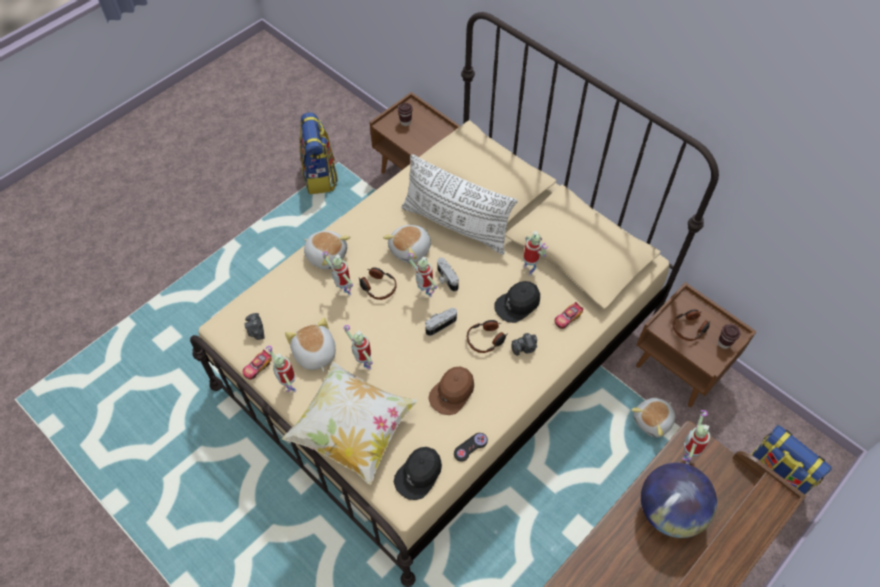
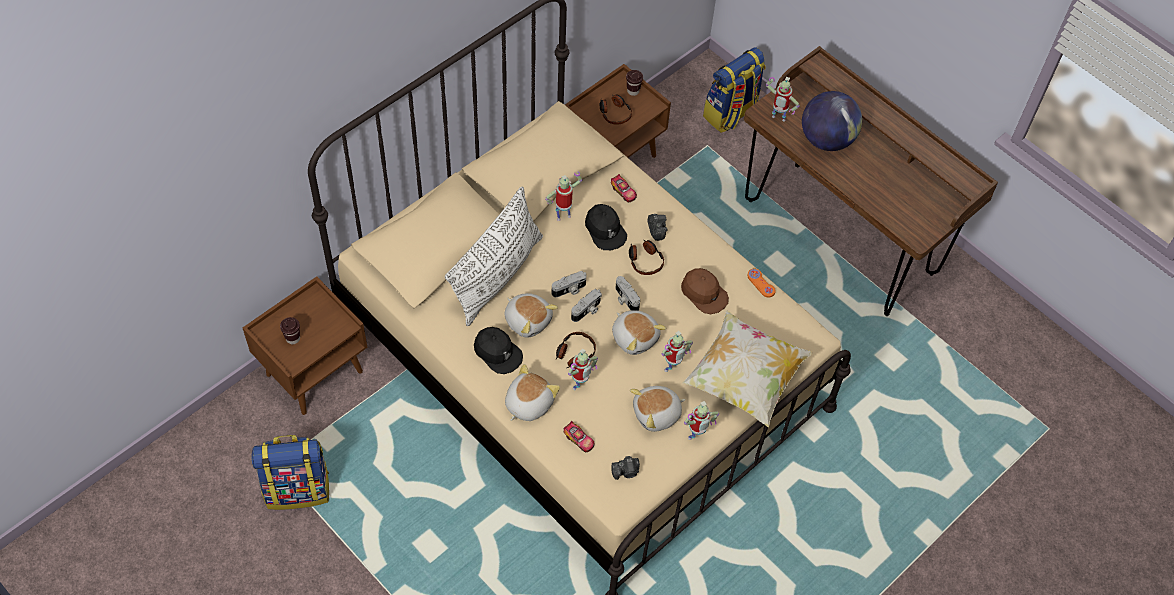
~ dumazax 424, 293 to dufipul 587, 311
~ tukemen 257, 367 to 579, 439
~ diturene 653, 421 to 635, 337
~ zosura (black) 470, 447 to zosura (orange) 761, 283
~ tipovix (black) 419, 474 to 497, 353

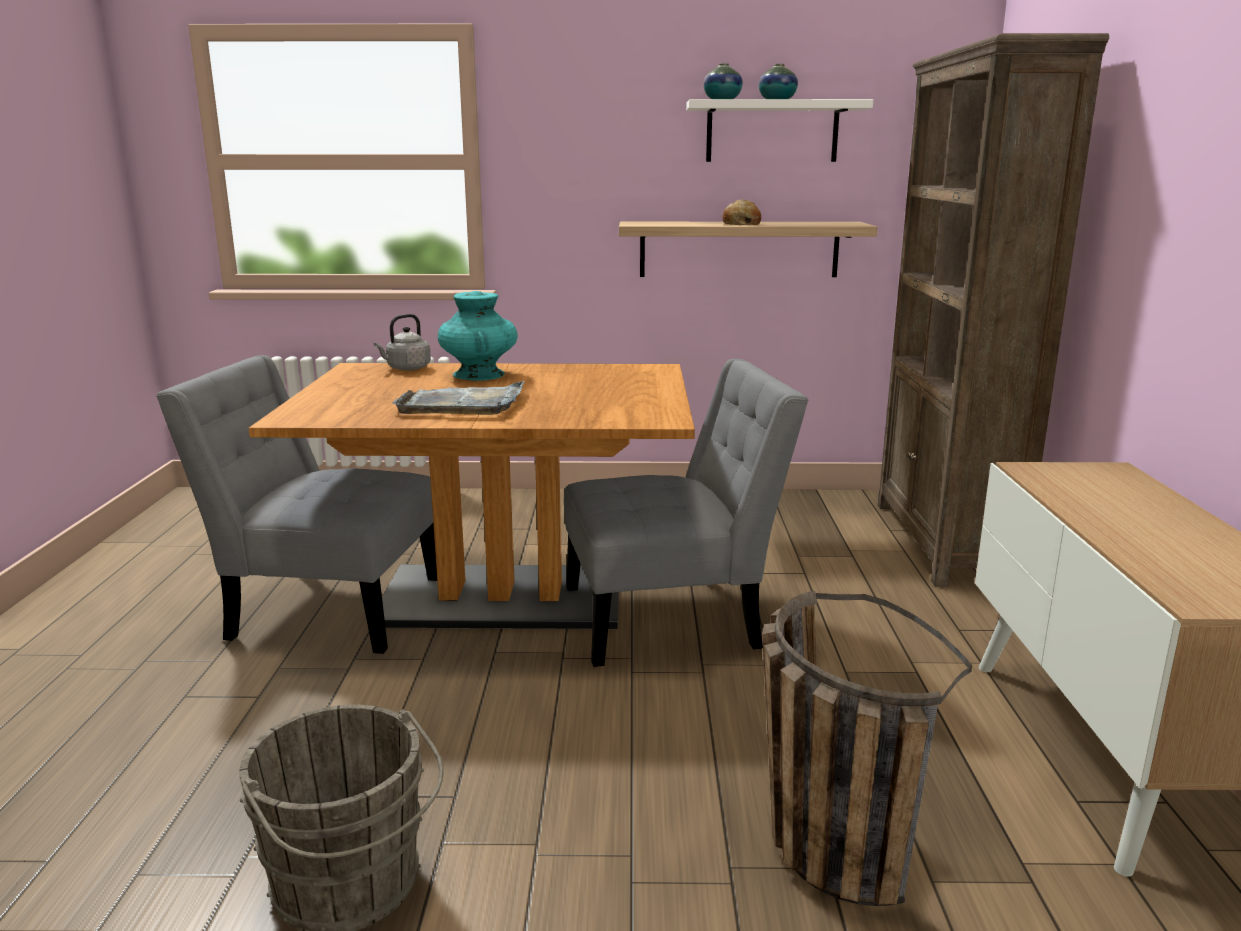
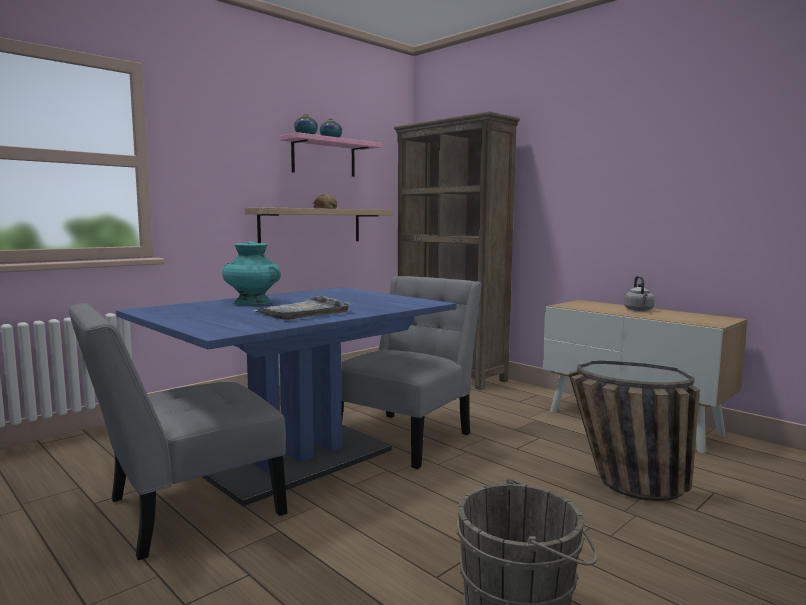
~ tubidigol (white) 772, 132 to tubidigol (pink) 323, 157
~ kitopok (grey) 406, 368 to 639, 310
~ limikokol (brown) 502, 598 to limikokol (blue) 297, 460

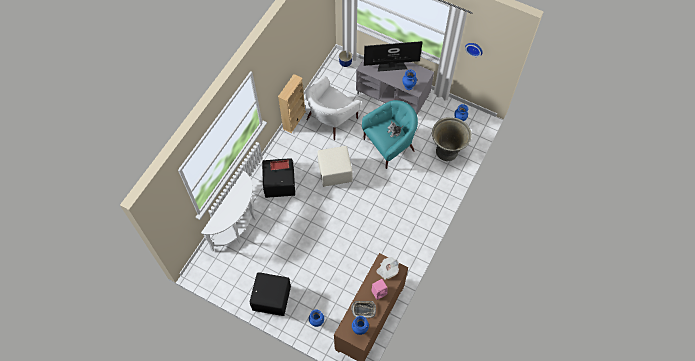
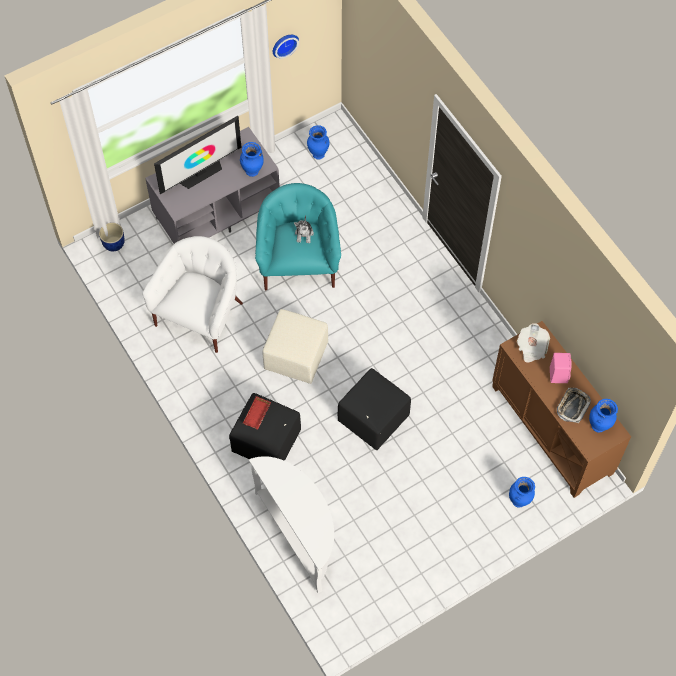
~ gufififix 391, 66 = 200, 173 150 degrees counterclockwise
- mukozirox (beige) 294, 120
~ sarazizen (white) 331, 118 = 200, 314 135 degrees counterclockwise
- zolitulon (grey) 447, 151
~ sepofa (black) 271, 298 to 373, 419

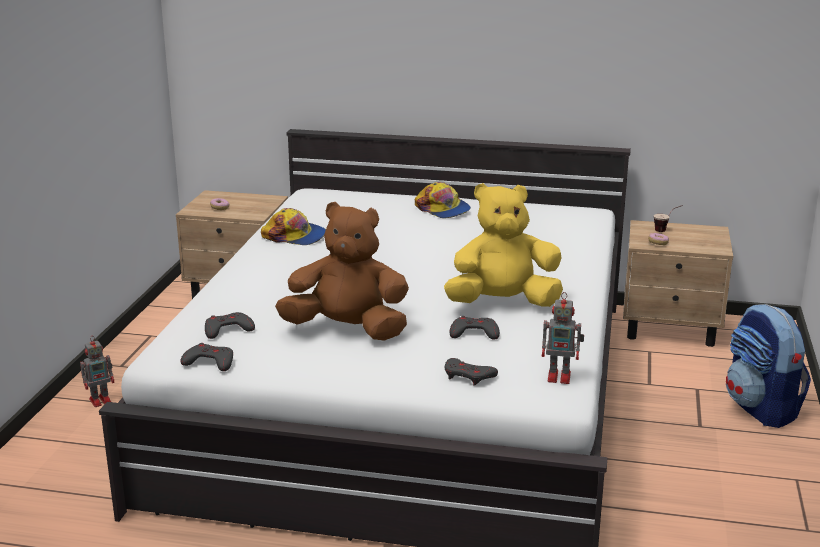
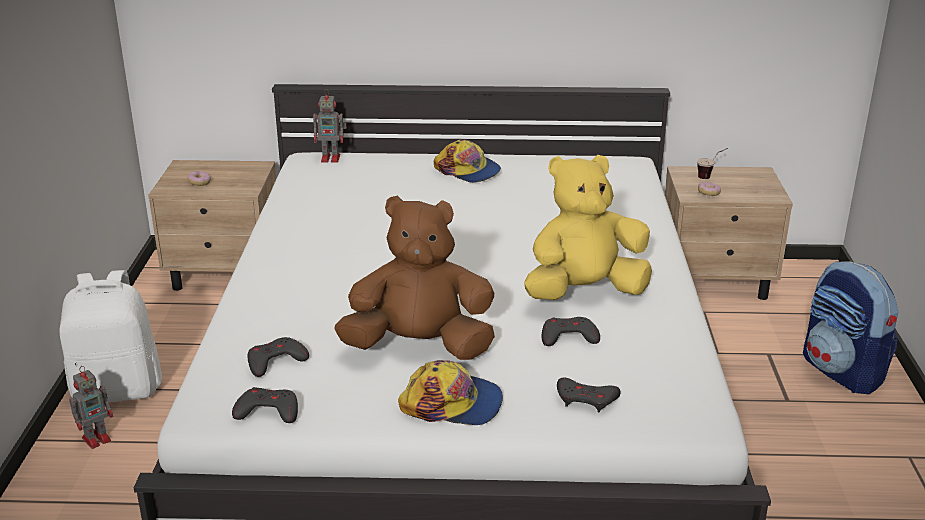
~ tipovix 295, 236 to 452, 403
~ dumazax 560, 377 to 332, 158
+ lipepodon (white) 118, 390

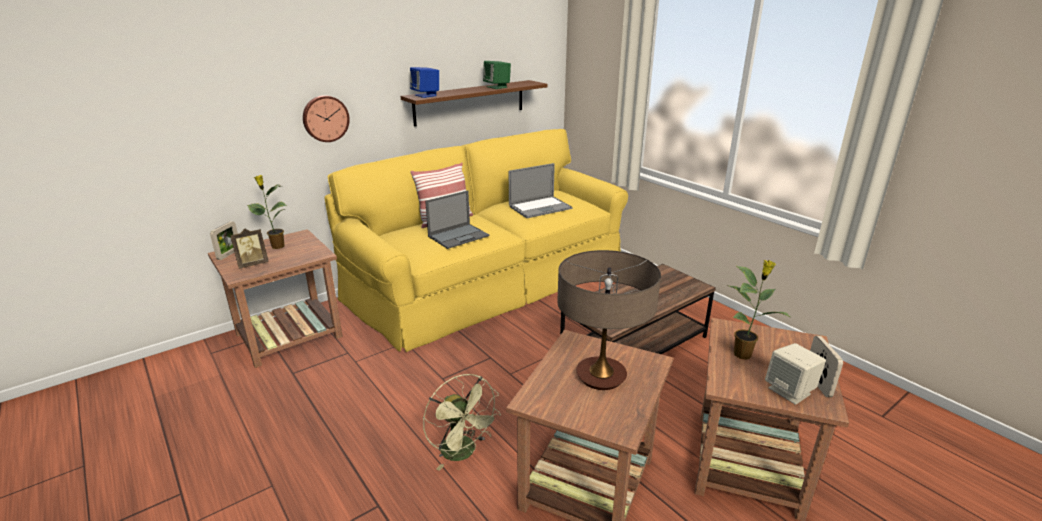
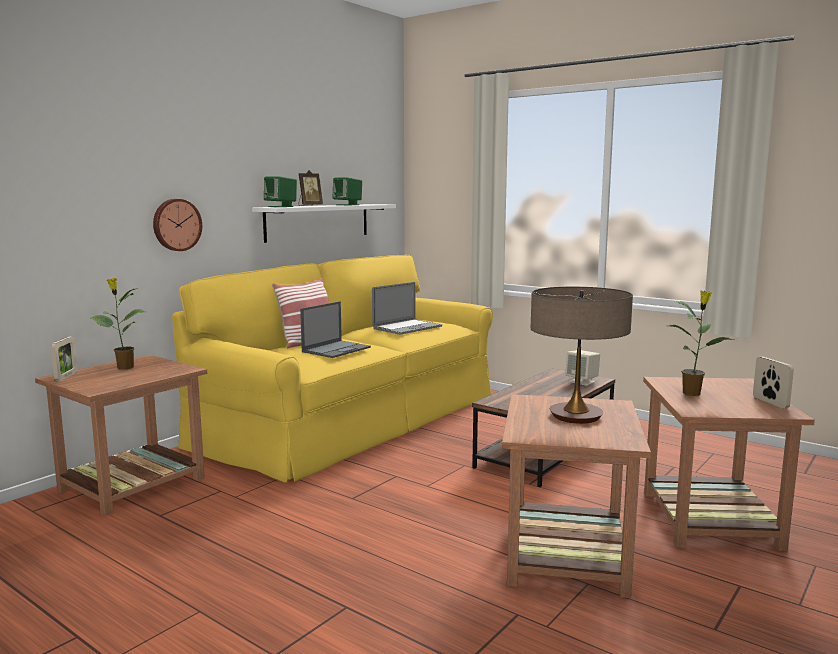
~ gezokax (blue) 426, 95 to gezokax (green) 281, 206
~ tubidigol (brown) 470, 102 to tubidigol (white) 318, 222
~ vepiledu 253, 264 to 309, 206
~ gezokax (beige) 790, 391 to 582, 382
- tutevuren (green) 463, 453

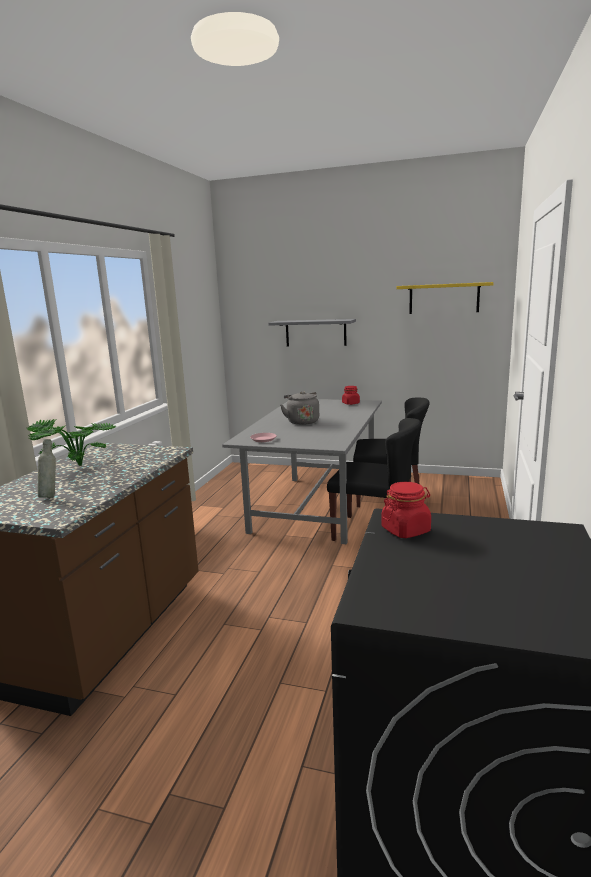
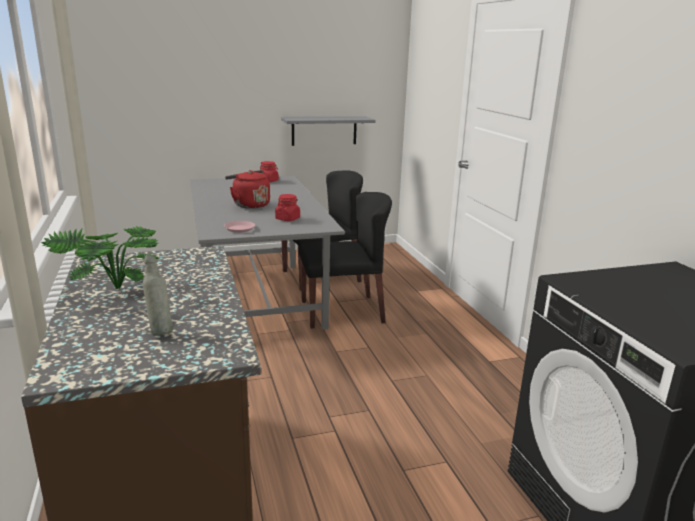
- tubidigol (yellow) 444, 298
~ tubidigol (grey) 315, 333 to 324, 130
~ kitopok (grey) 302, 421 to kitopok (red) 249, 205
~ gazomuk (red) 406, 530 to 287, 219

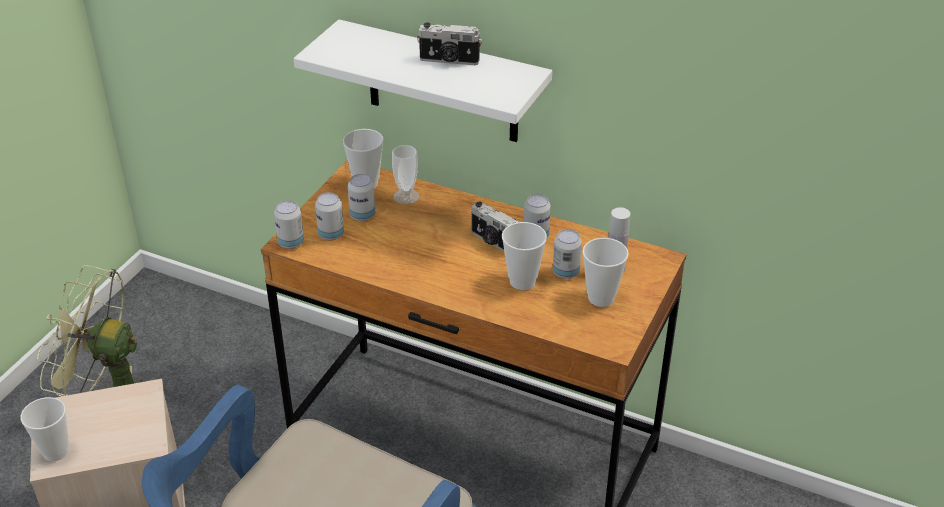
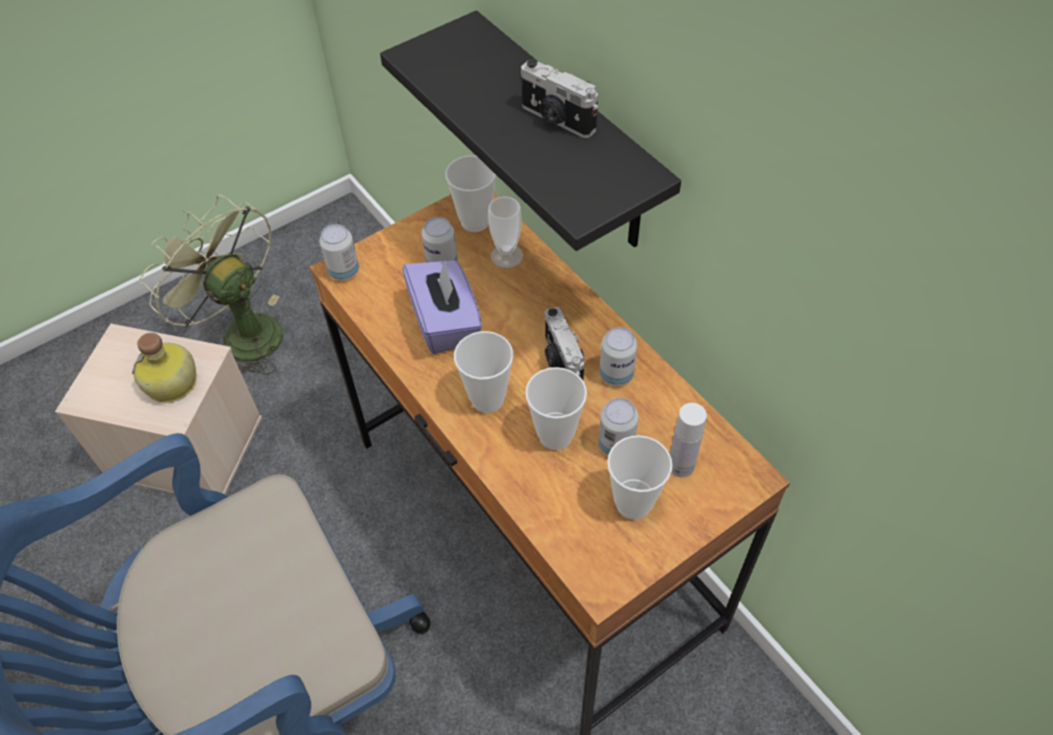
~ tubidigol (white) 442, 83 to tubidigol (black) 569, 137
- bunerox 331, 234
~ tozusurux 55, 452 to 487, 399
+ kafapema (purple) 445, 322
+ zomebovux 172, 384

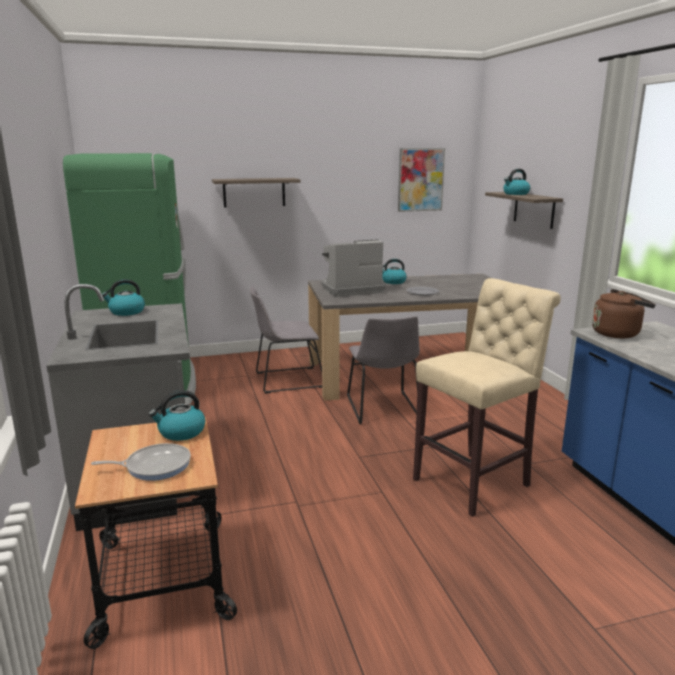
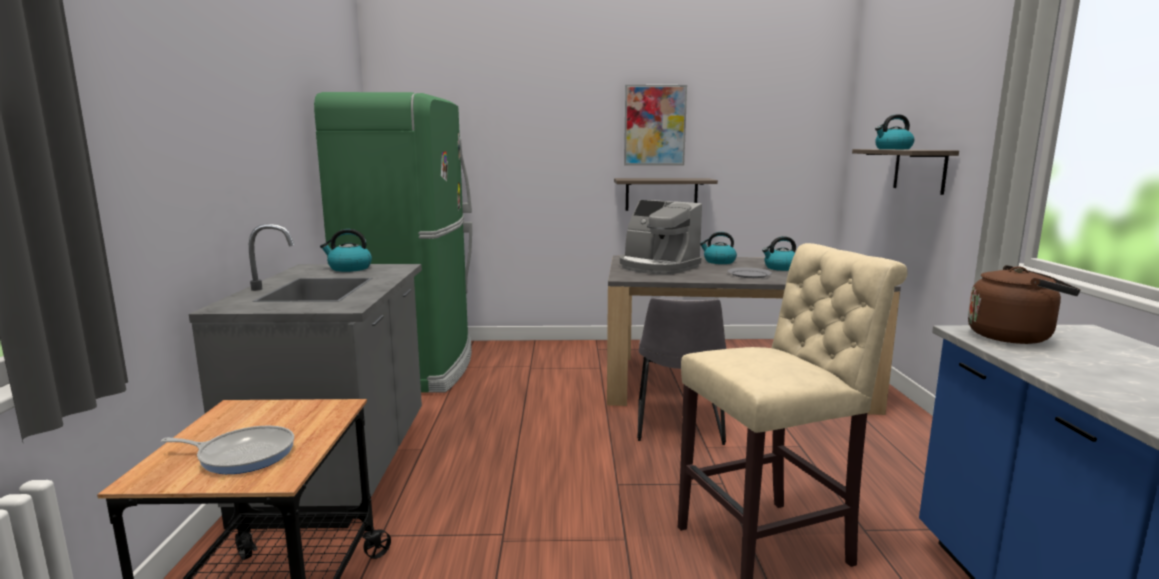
~ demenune 420, 180 to 654, 125
~ tubidigol 254, 192 to 661, 194
~ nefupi 351, 289 = 657, 267 135 degrees counterclockwise
- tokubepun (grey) 286, 380
~ kitopok 181, 432 to 780, 268

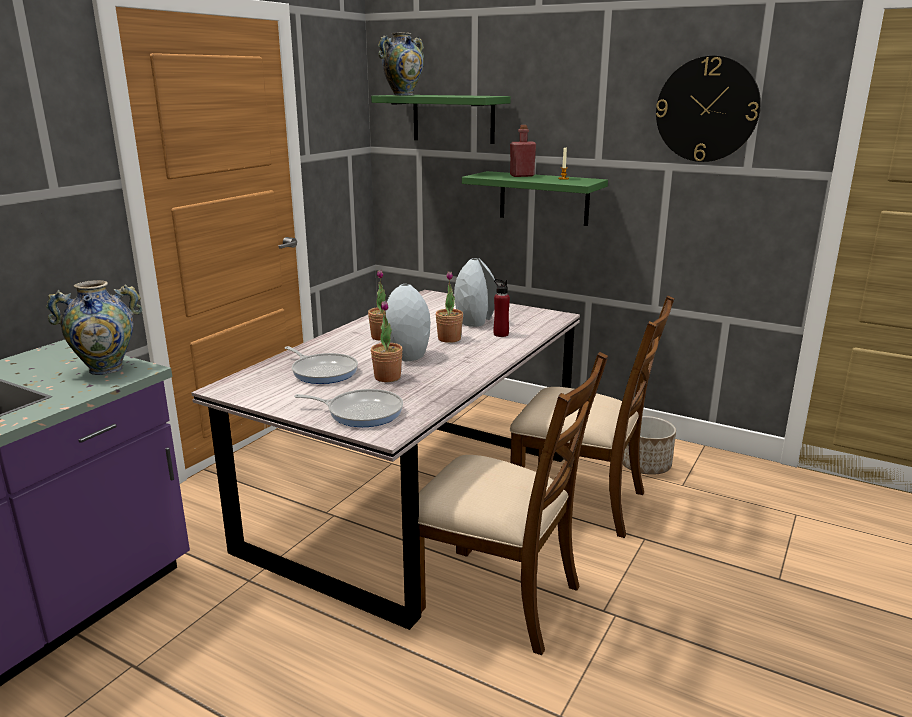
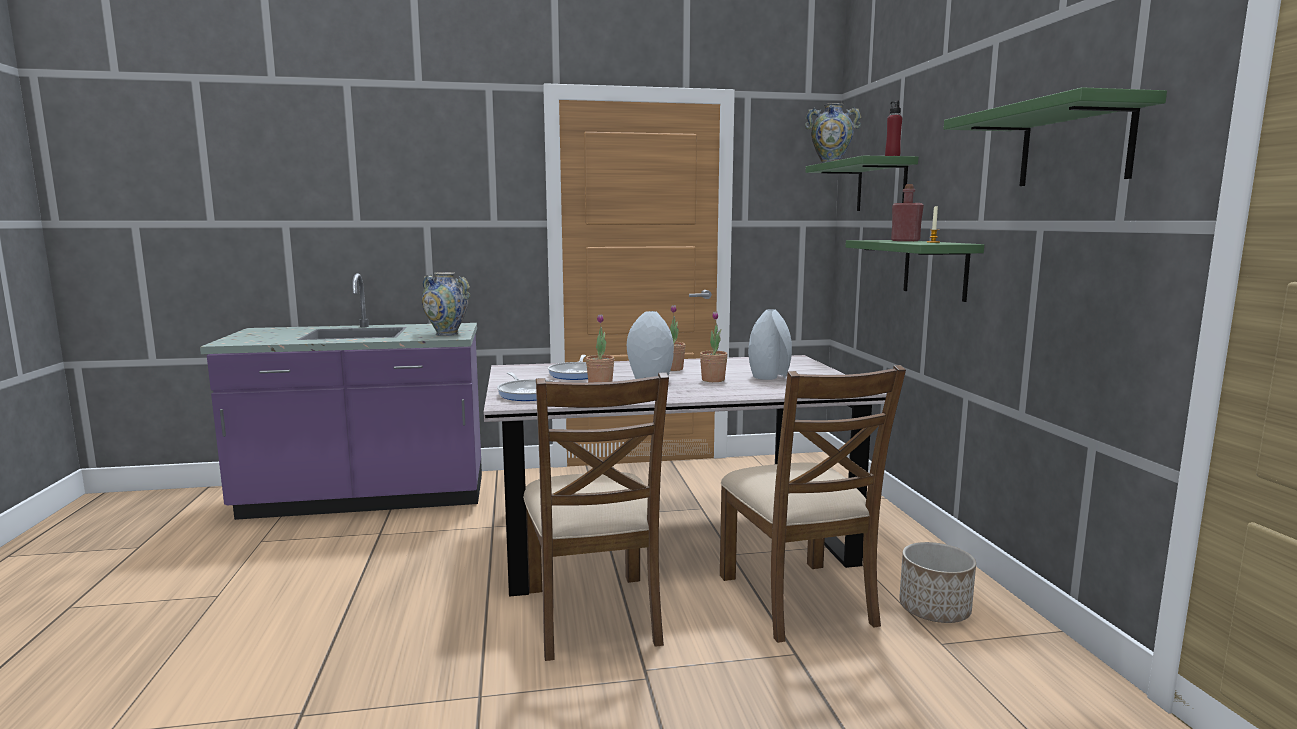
~ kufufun 707, 109 to tubidigol (green) 1075, 145
~ zomebovux (red) 501, 334 to 892, 156

